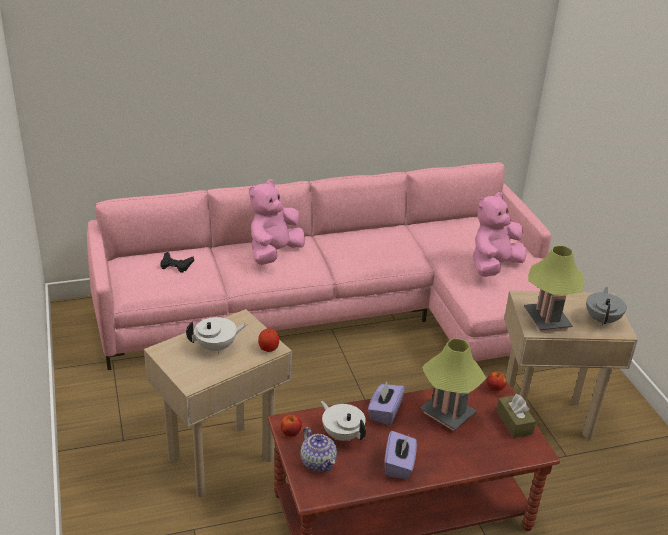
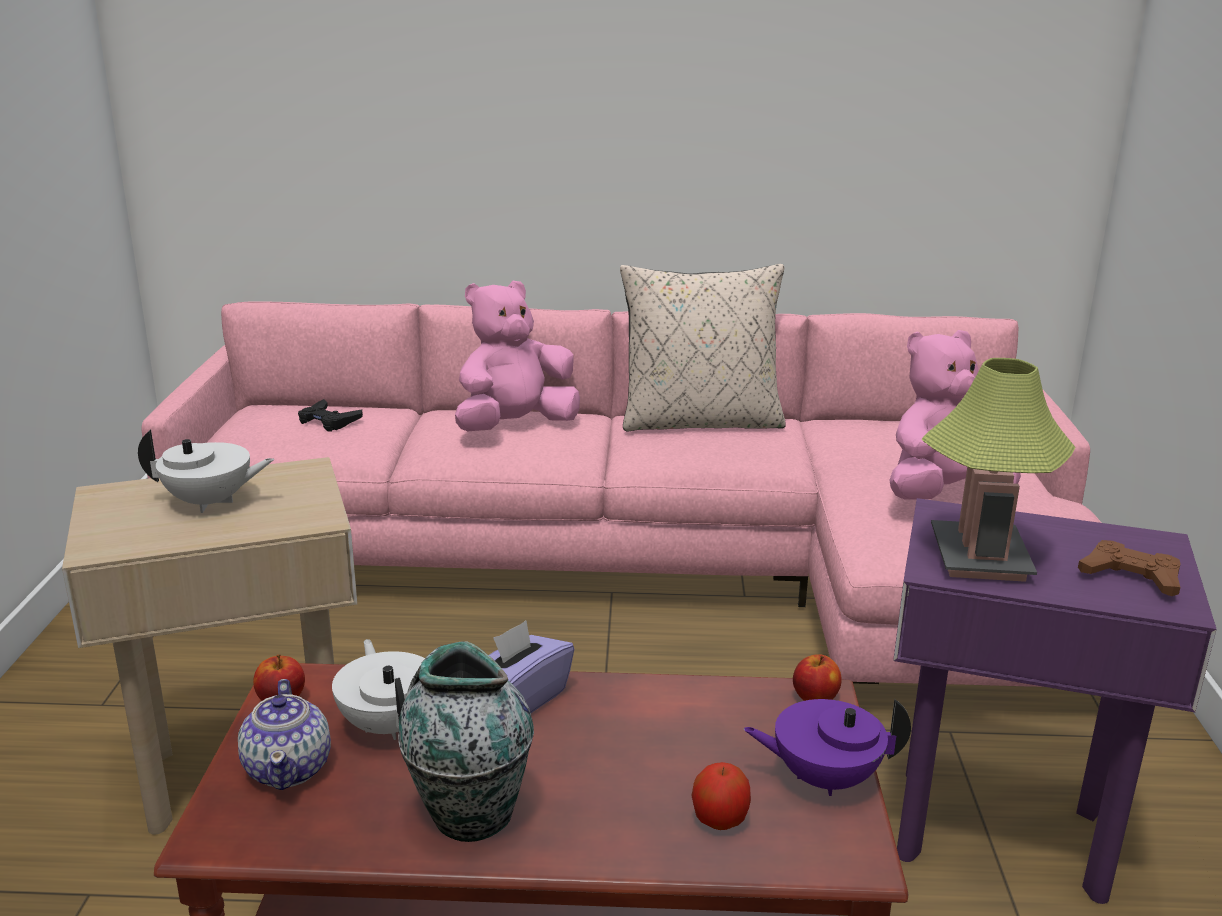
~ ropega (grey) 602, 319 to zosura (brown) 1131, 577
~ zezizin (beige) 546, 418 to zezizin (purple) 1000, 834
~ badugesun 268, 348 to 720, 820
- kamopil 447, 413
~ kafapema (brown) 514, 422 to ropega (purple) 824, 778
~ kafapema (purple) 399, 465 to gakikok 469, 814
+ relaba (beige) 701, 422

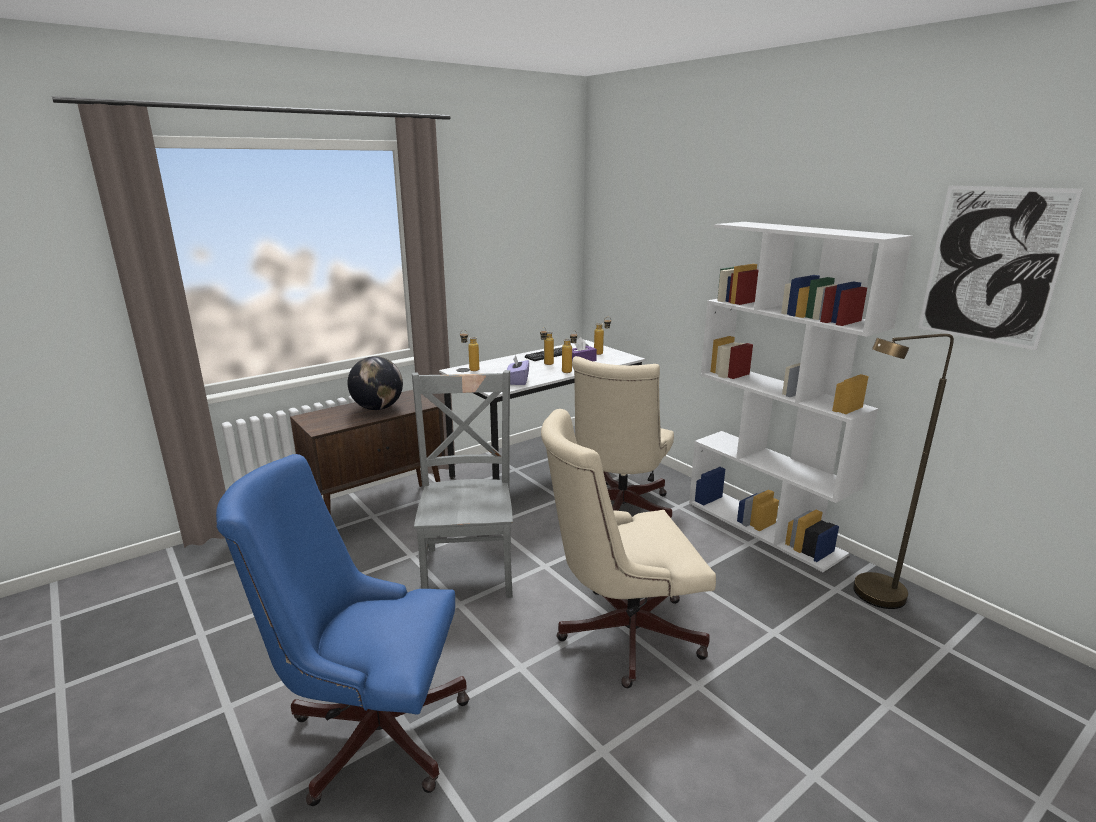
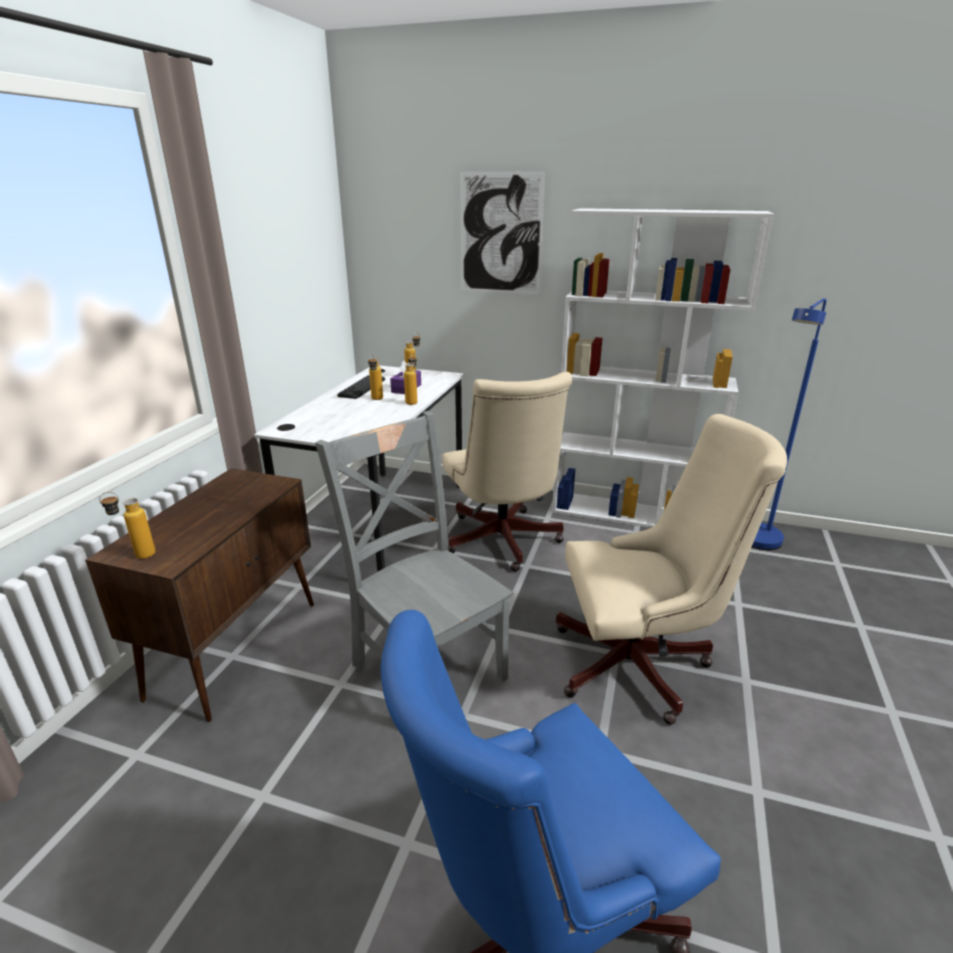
~ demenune 991, 266 to 500, 234
~ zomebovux 470, 369 to 137, 556
~ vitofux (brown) 869, 597 to vitofux (blue) 757, 544
- kafapema (purple) 518, 381
- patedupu 378, 408
~ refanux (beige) 620, 633 = 640, 665 135 degrees counterclockwise

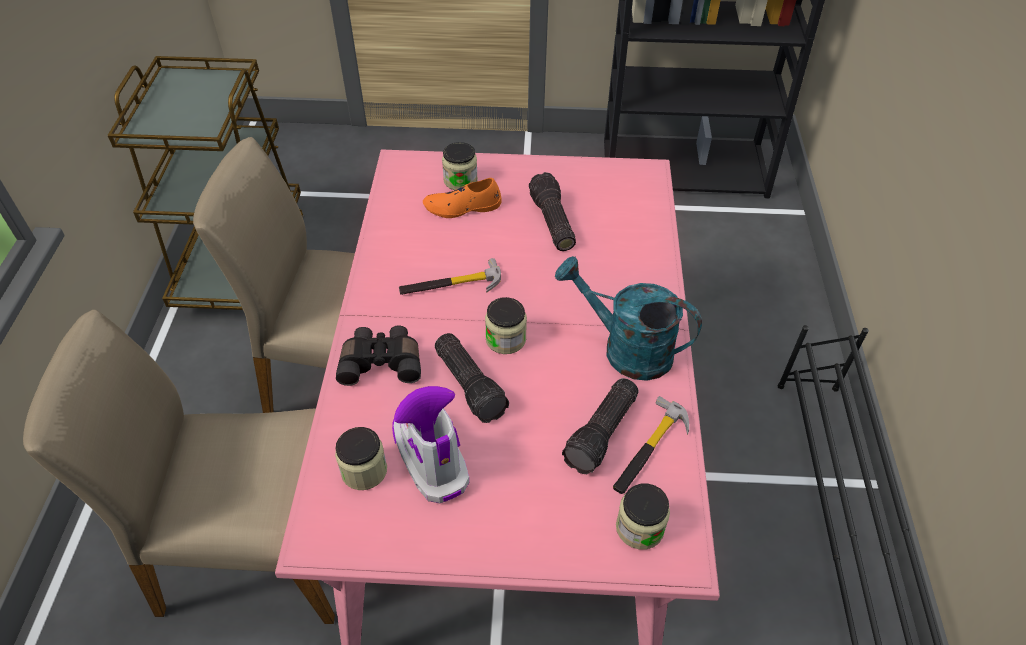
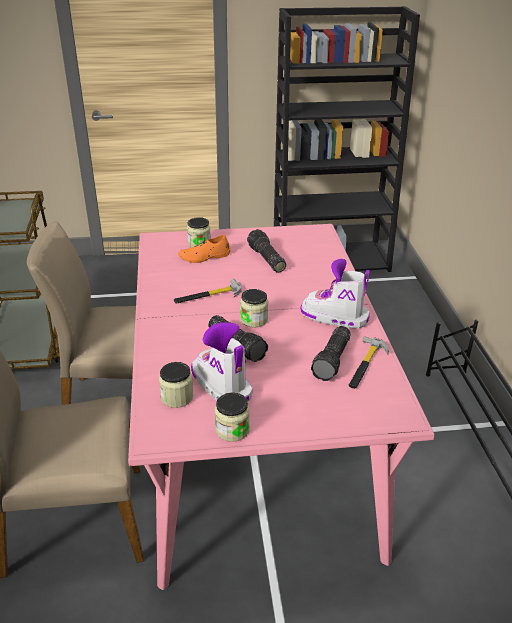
~ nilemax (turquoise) 625, 349 to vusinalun 334, 317
- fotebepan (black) 381, 362
~ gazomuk 639, 527 to 232, 429

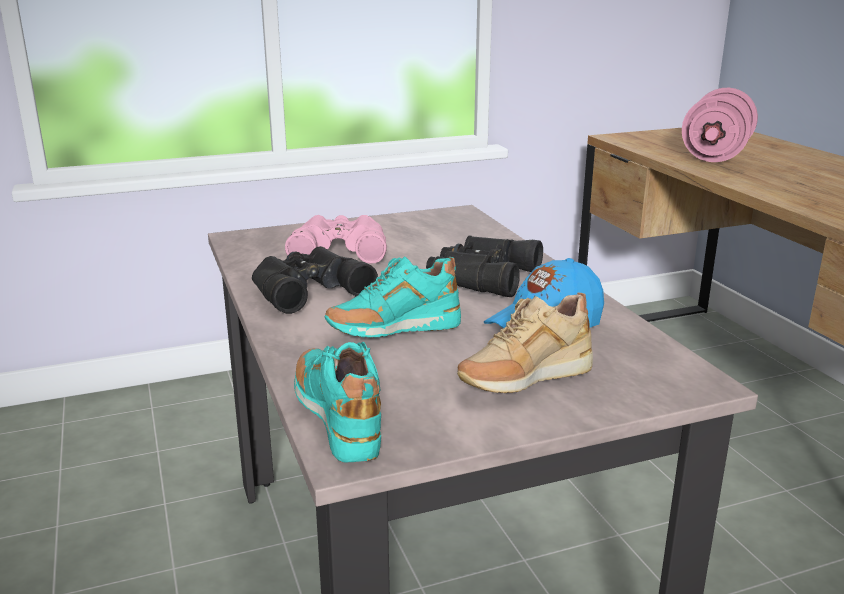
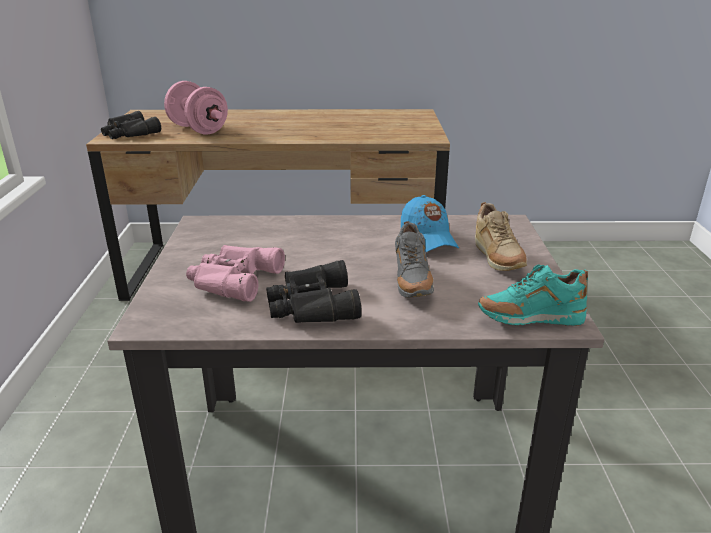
~ fotebepan (black) 479, 276 to 129, 133
~ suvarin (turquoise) 393, 332 to suvarin (grey) 411, 284

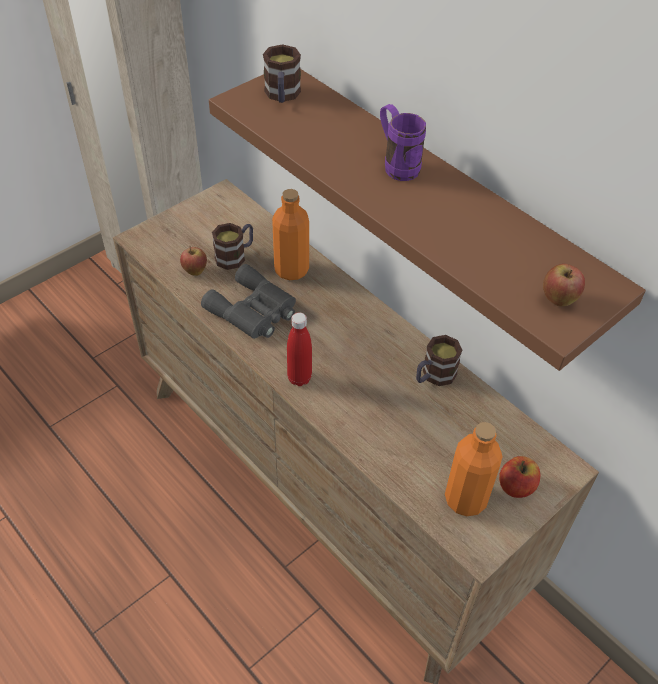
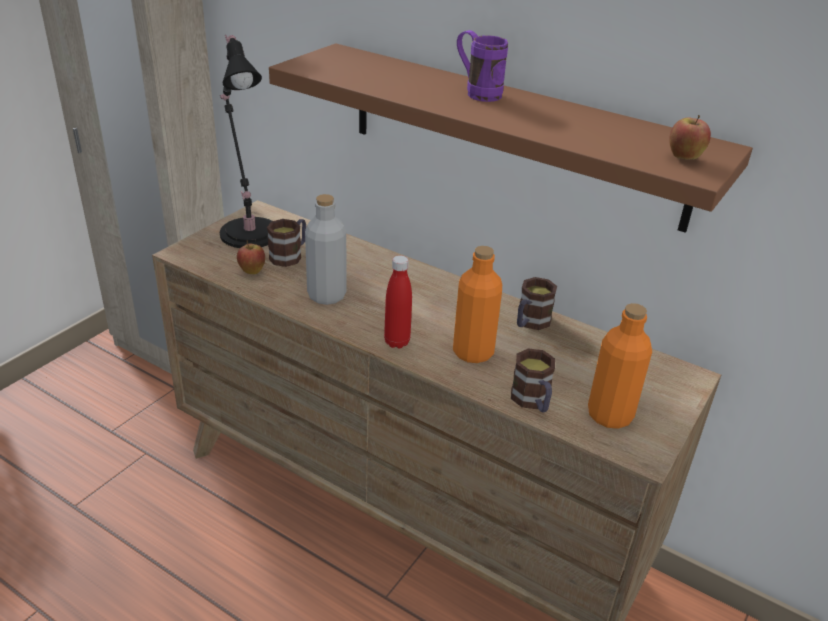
~ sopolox 282, 96 to 533, 402
~ zomebovux (orange) 291, 270 to 473, 352
~ fotebepan (grey) 253, 311 to zomebovux (grey) 326, 295
- badugesun 516, 486
+ kamopil (black) 249, 231

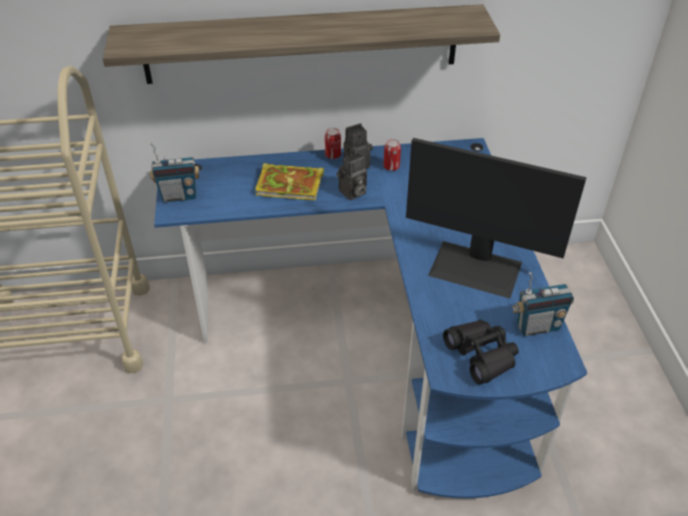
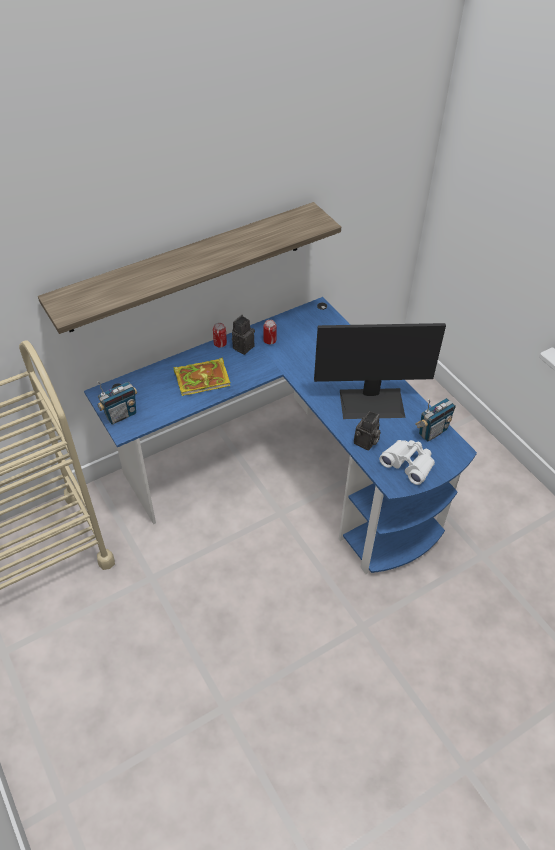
~ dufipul 352, 193 to 366, 443
~ fotebepan (black) 481, 355 to fotebepan (white) 408, 464

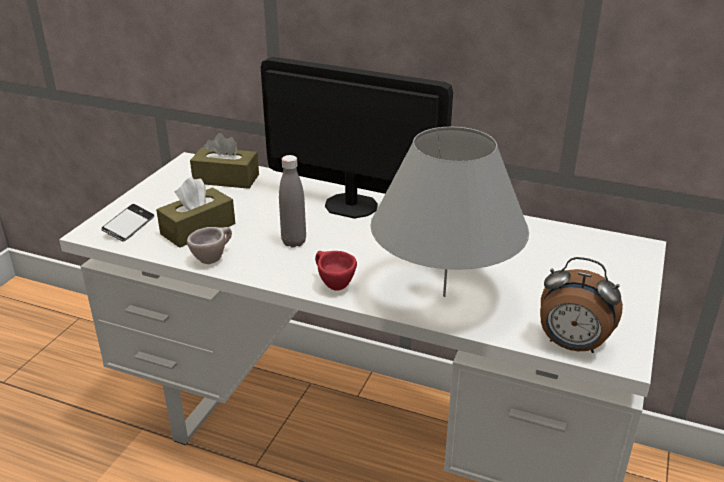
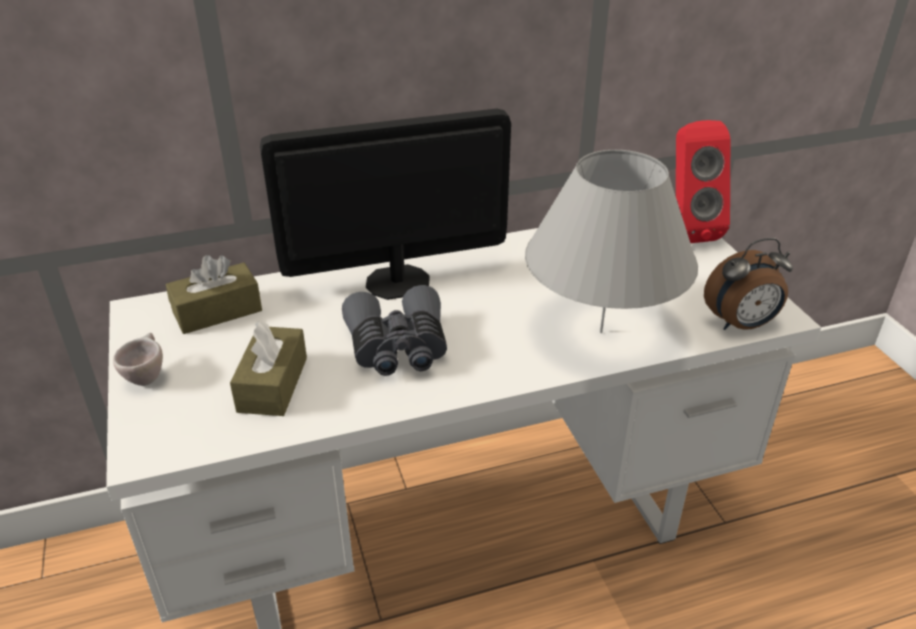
~ zomebovux (grey) 294, 242 to fotebepan (grey) 397, 347
- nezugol 129, 227
~ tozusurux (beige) 213, 258 to 146, 376
- tozusurux (red) 332, 284
+ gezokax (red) 687, 229

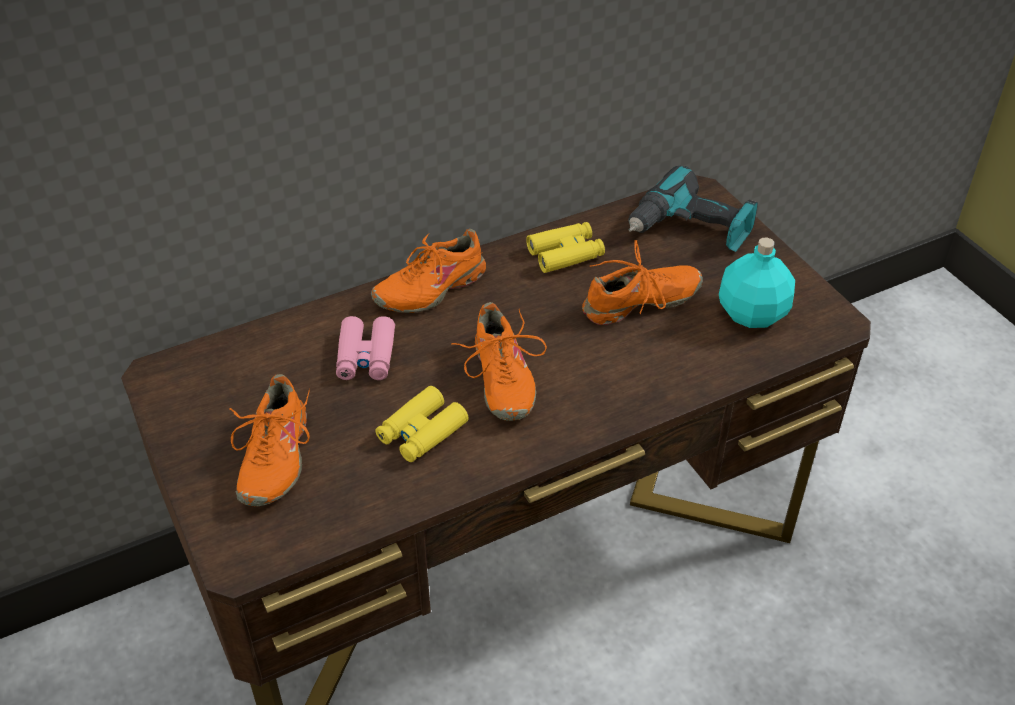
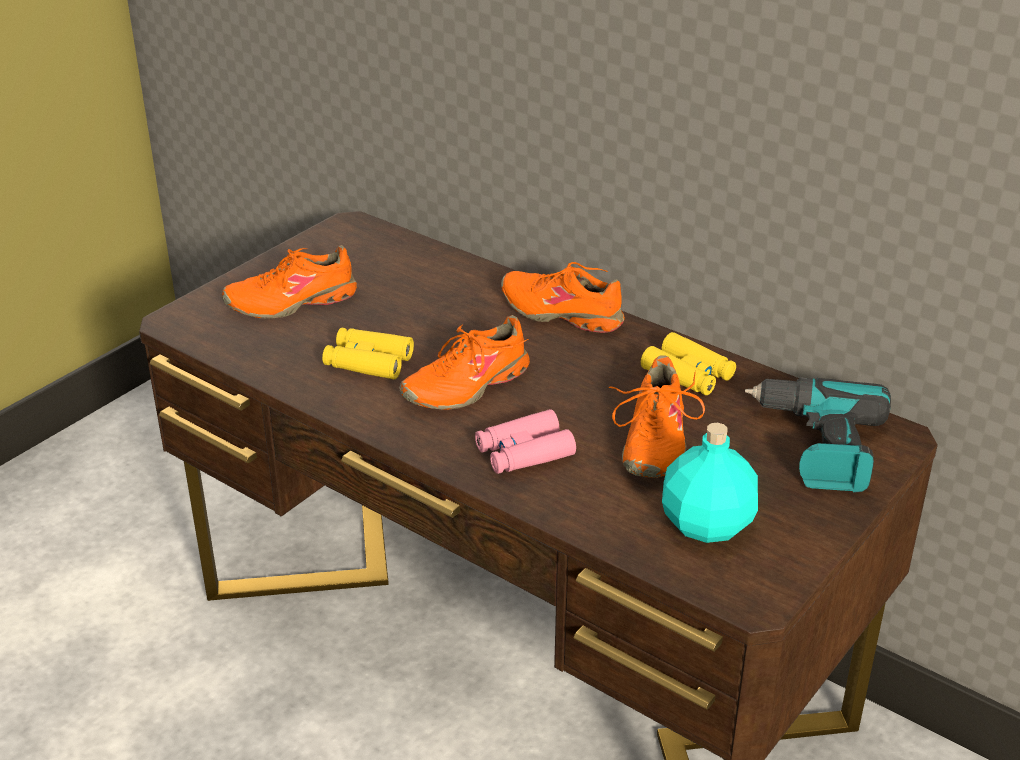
~ suvarin (orange) 641, 304 = 652, 442 60 degrees clockwise
~ fotebepan (pink) 366, 356 to 524, 452

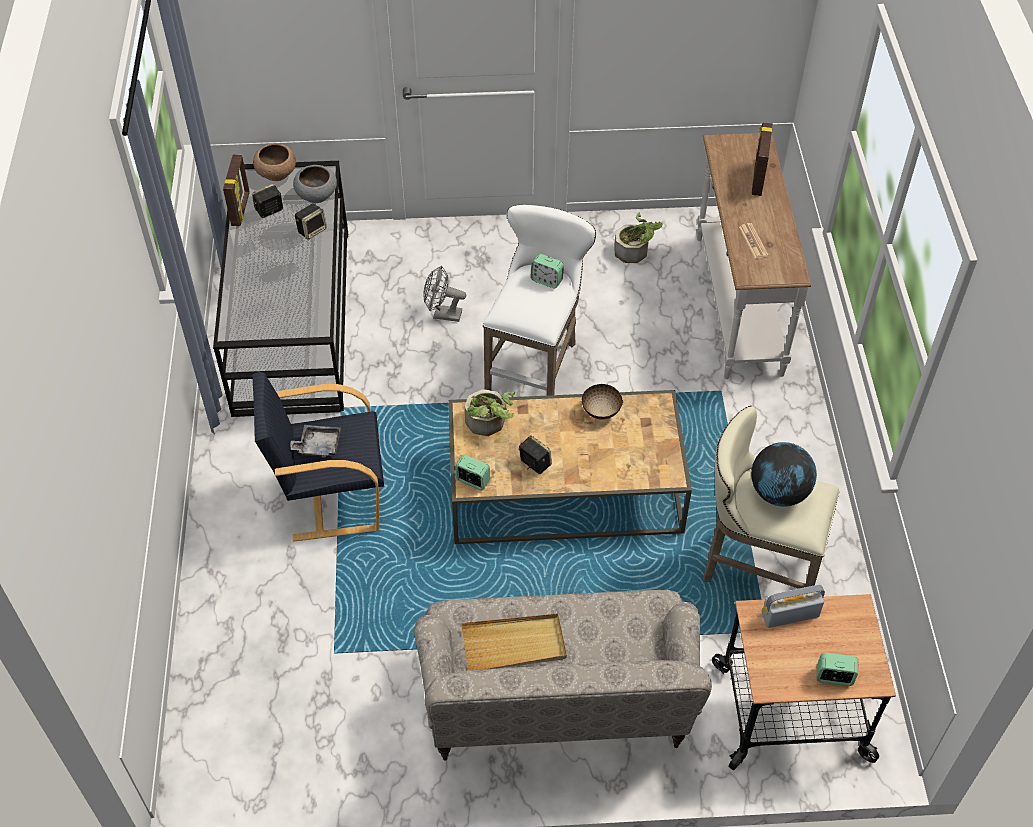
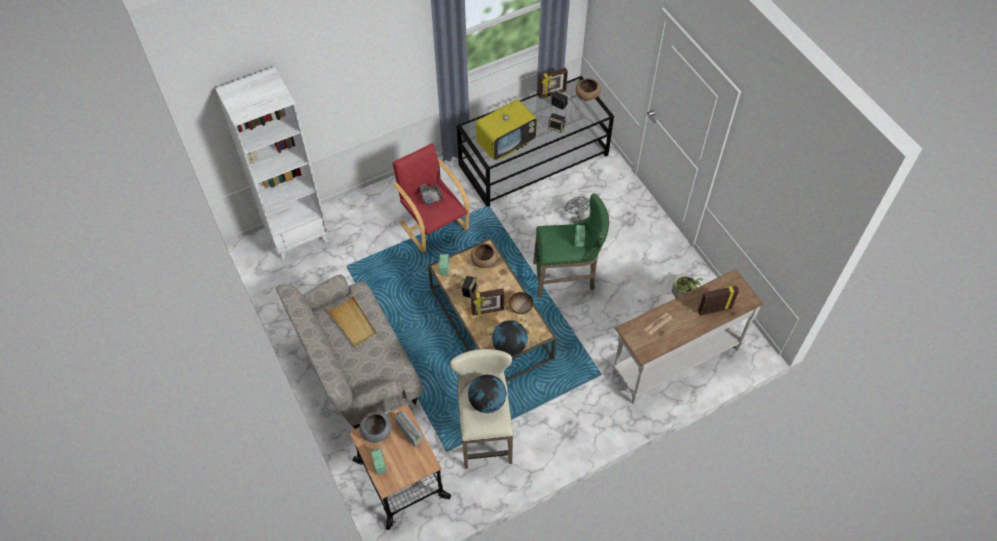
~ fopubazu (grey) 317, 195 to 377, 432
~ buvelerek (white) 536, 365 to buvelerek (green) 567, 278
~ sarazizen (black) 330, 495 to sarazizen (red) 433, 224
~ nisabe 489, 424 to fopubazu (brown) 484, 261
+ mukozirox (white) 298, 235
+ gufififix 506, 144
+ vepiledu 488, 311
+ patedupu 509, 346

